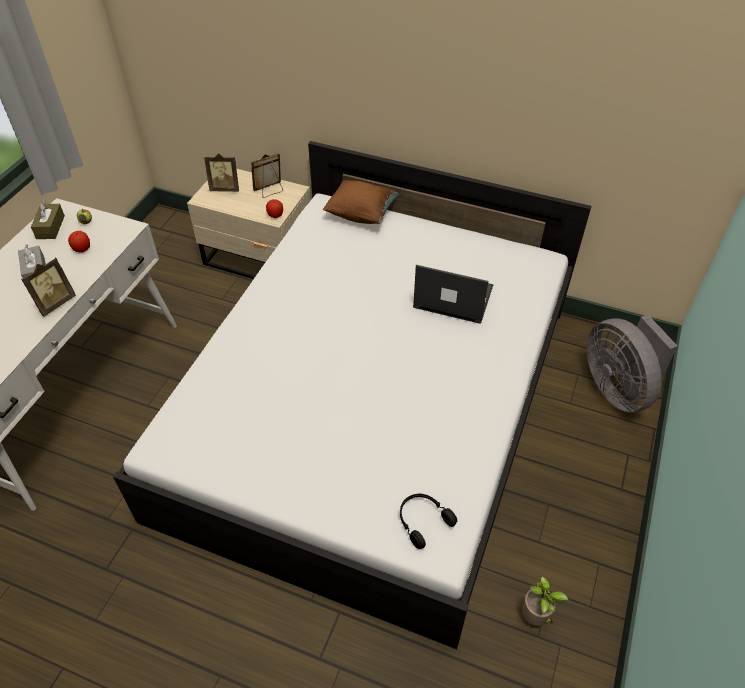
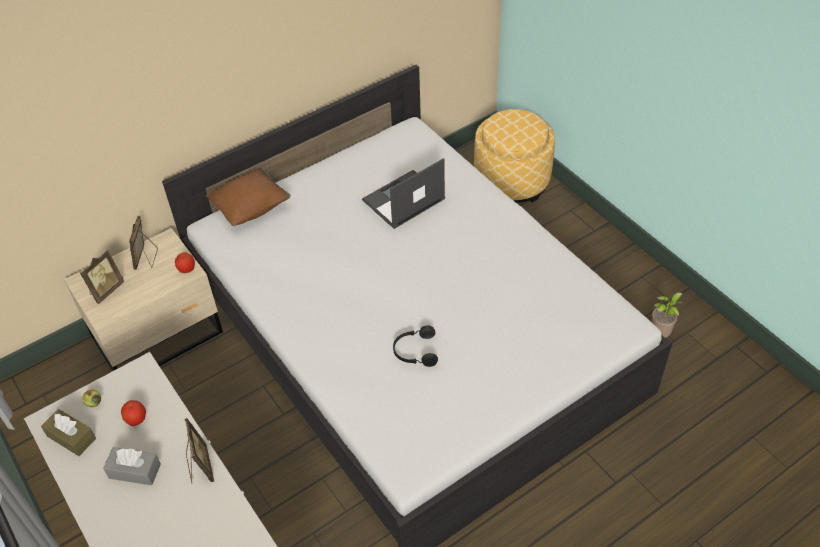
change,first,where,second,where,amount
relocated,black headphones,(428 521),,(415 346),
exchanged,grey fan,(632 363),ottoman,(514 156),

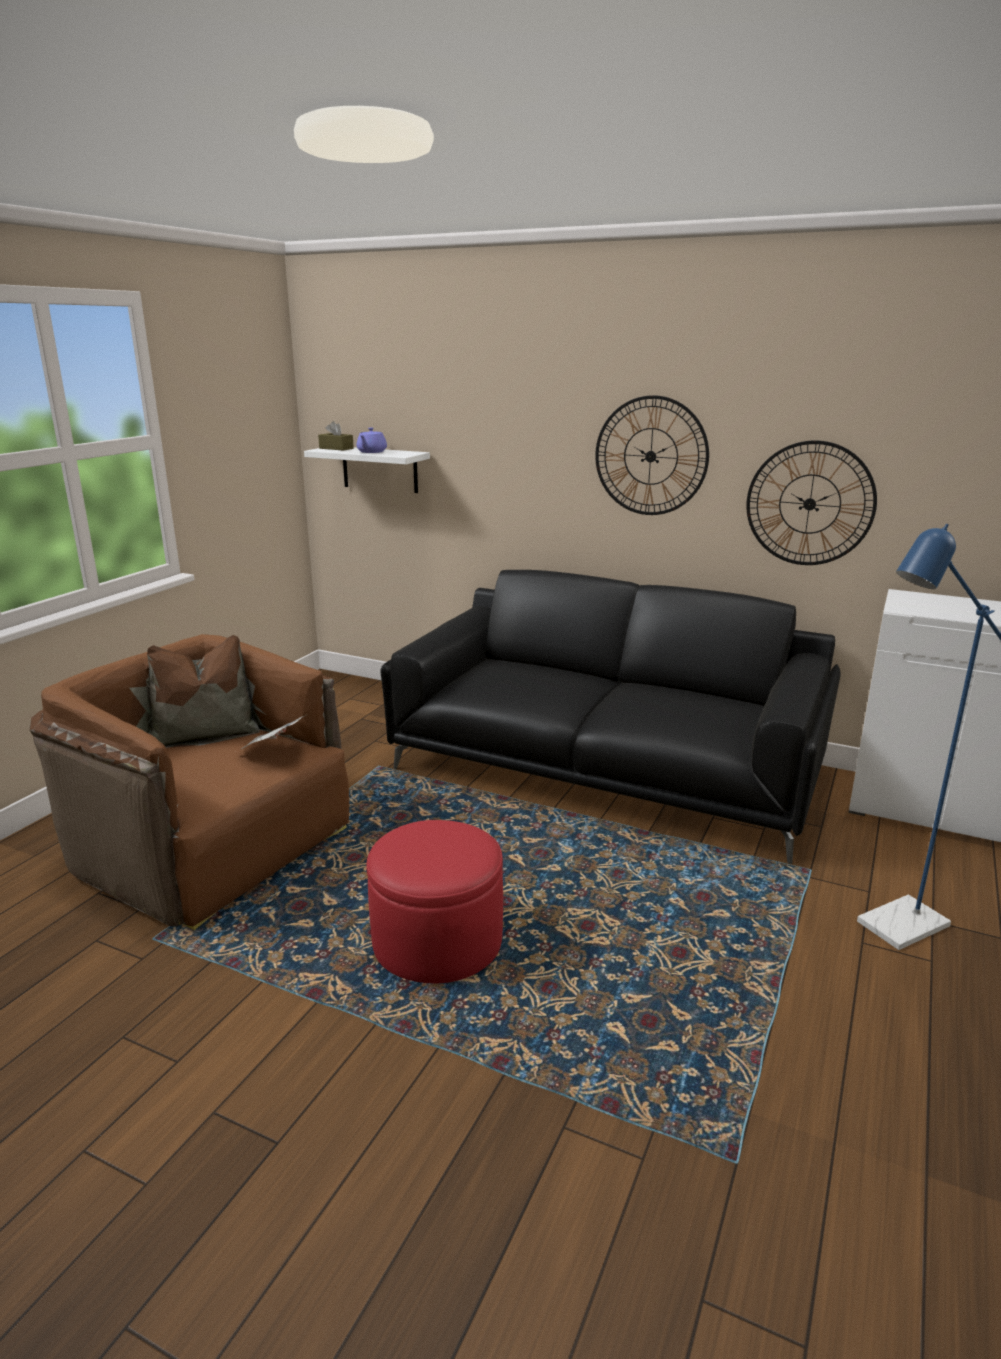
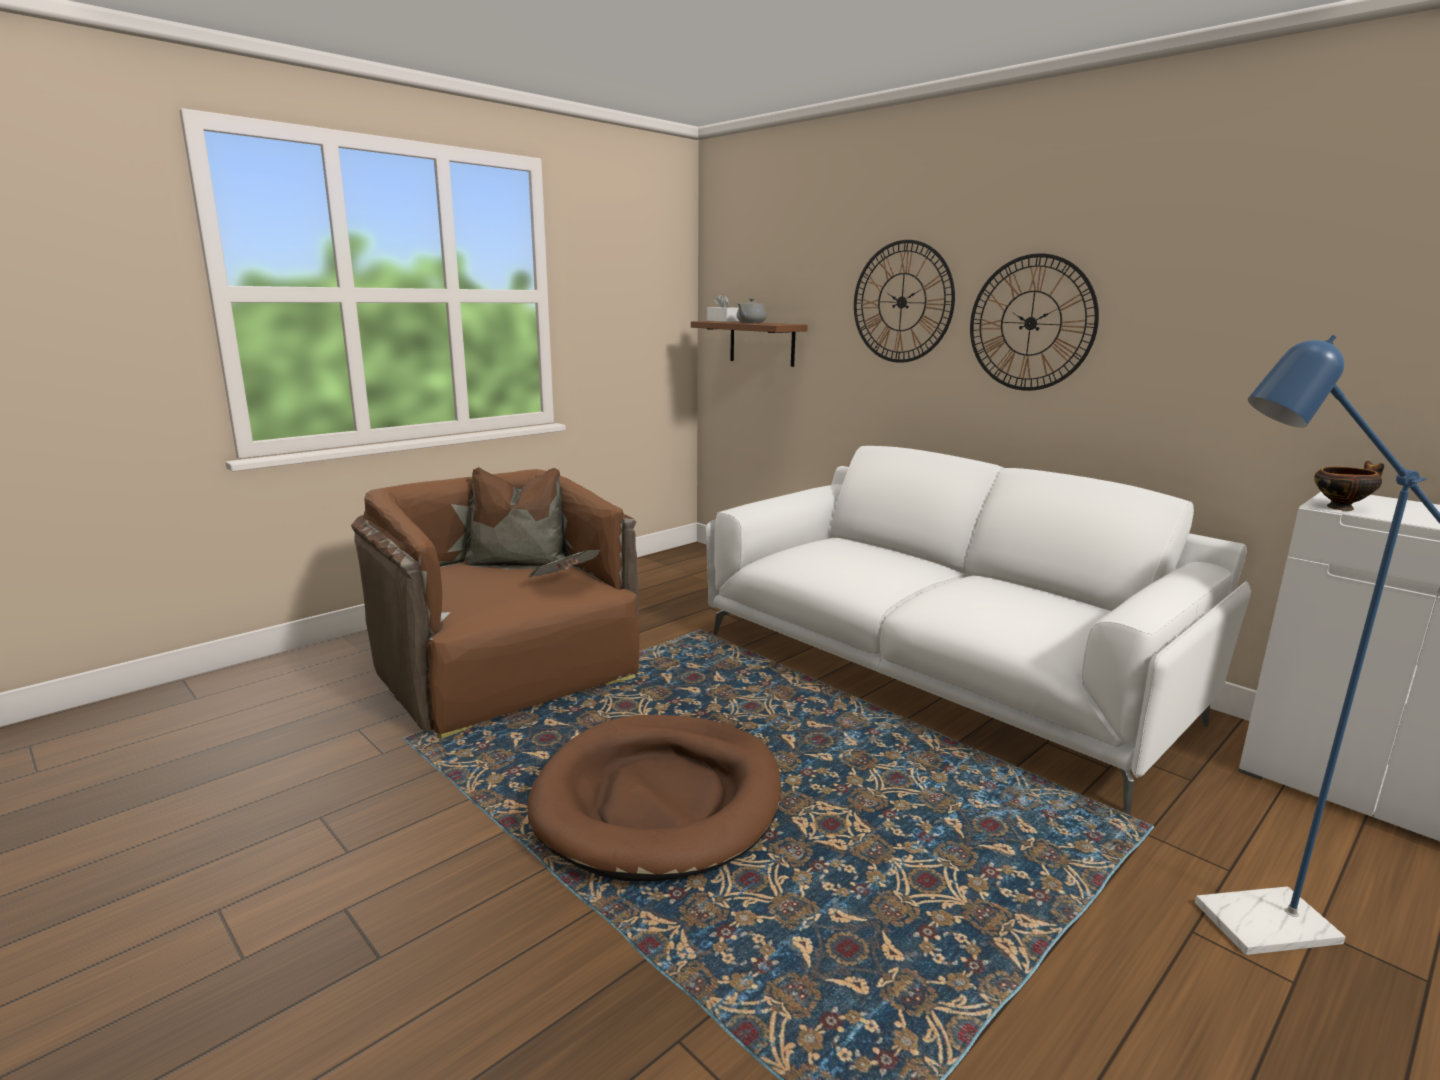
change,first,where,second,where,amount
appeared,,,bowl,(1349 486),
relocated,wall clock,(811 503),,(904 301),
exchanged,red ottoman,(434 901),brown dog bed,(654 798),
colour,white shelf,(367 470),brown shelf,(749 344),
colour,brown tissue box,(336 436),white tissue box,(723 308),
colour,purple teapot,(371 440),grey teapot,(752 310),
colour,black sofa,(610 717),white sofa,(978 630),

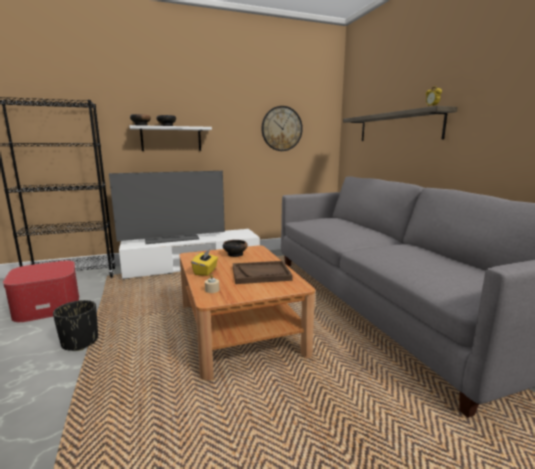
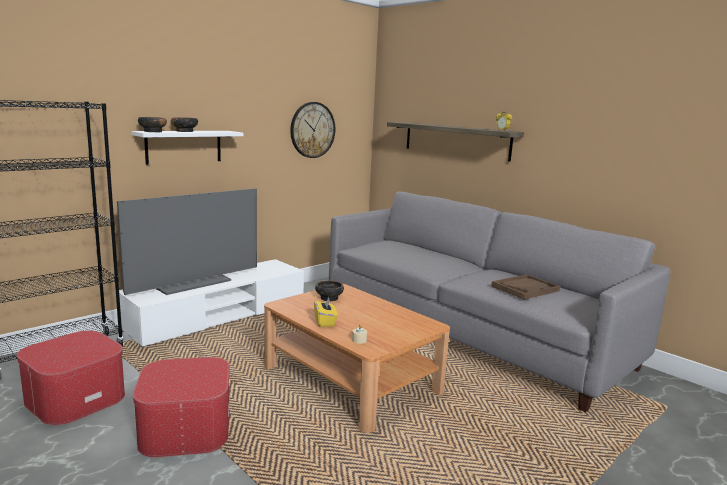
change,first,where,second,where,amount
relocated,brown tray,(263 272),,(525 287),
exchanged,black planter,(75 325),ottoman,(181 407),

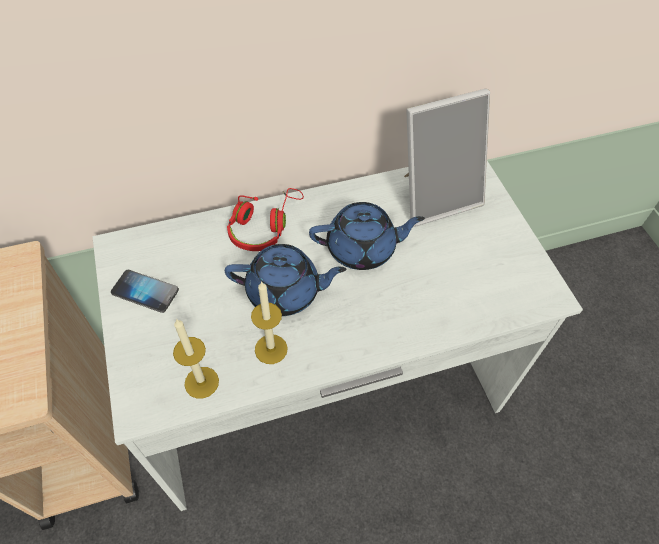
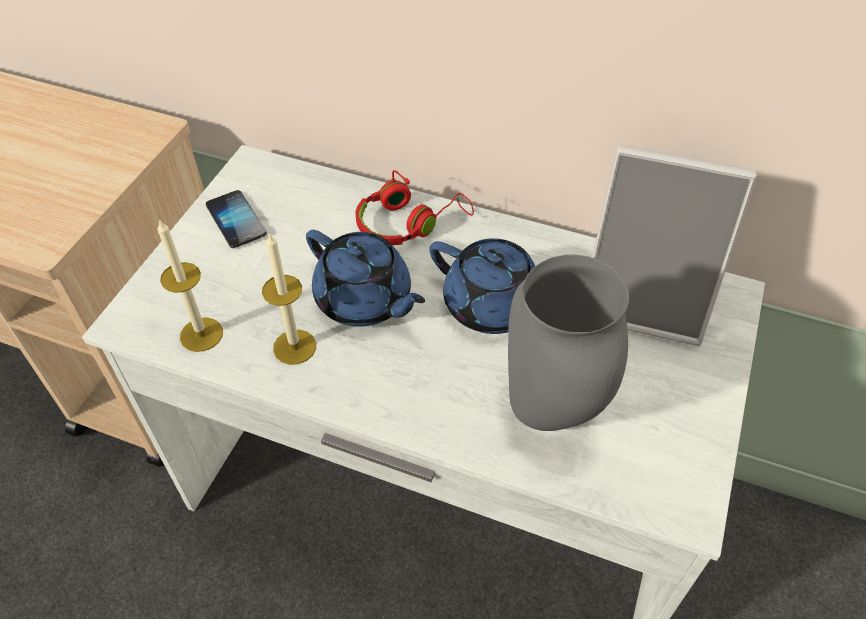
change,first,where,second,where,amount
appeared,,,grey vase,(568 343),

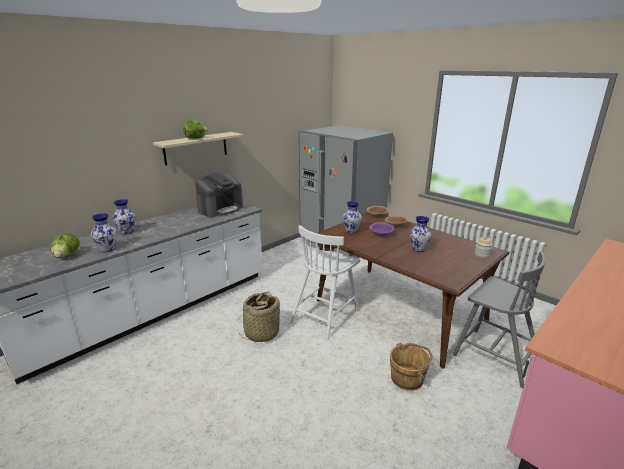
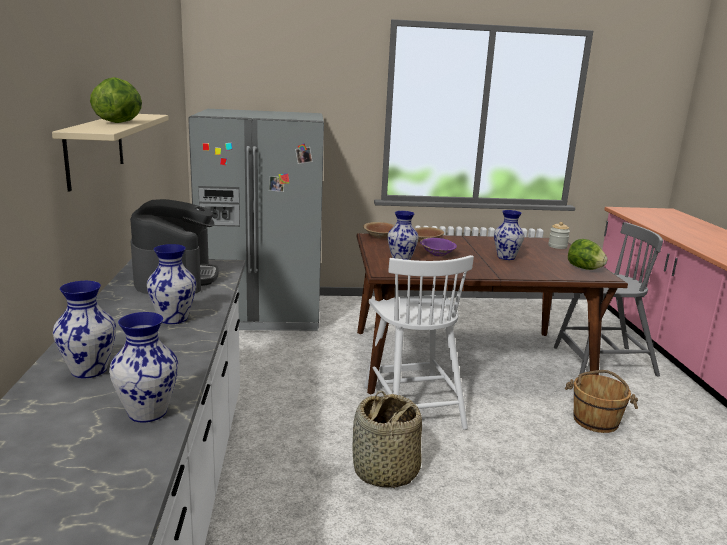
change,first,where,second,where,amount
appeared,,,vase,(171 284),
relocated,lettuce,(65 246),,(588 254),

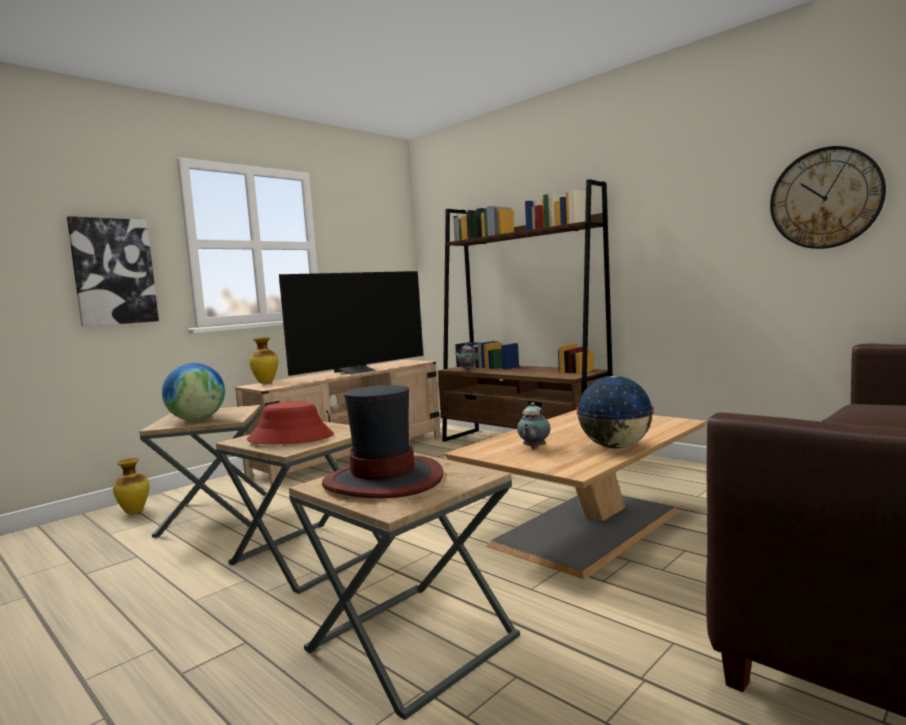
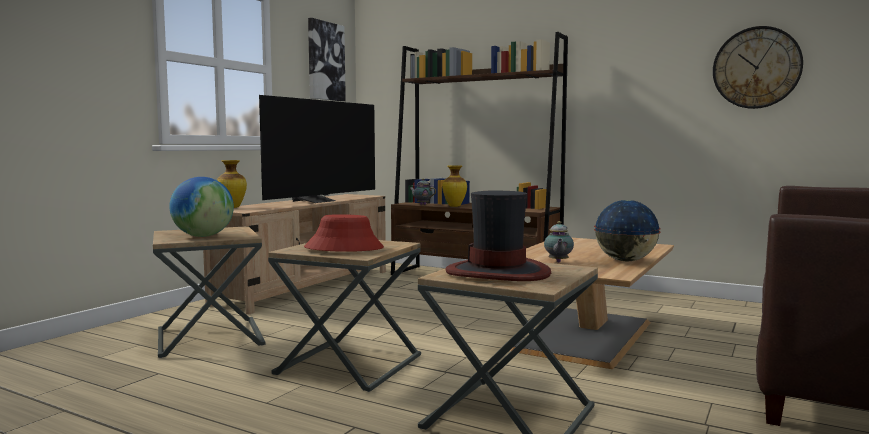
change,first,where,second,where,amount
relocated,picture,(113 271),,(327 59),
relocated,vase,(131 486),,(454 186),

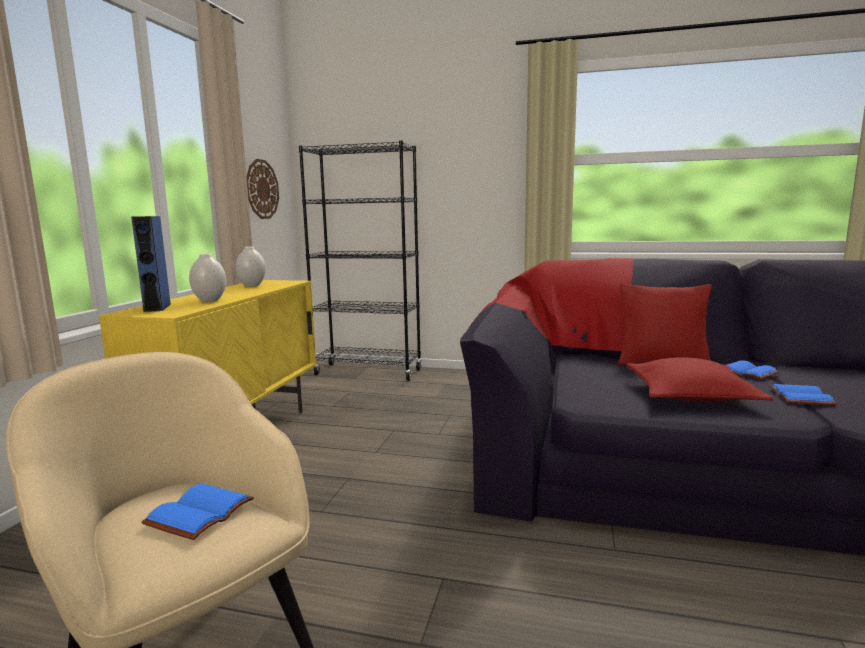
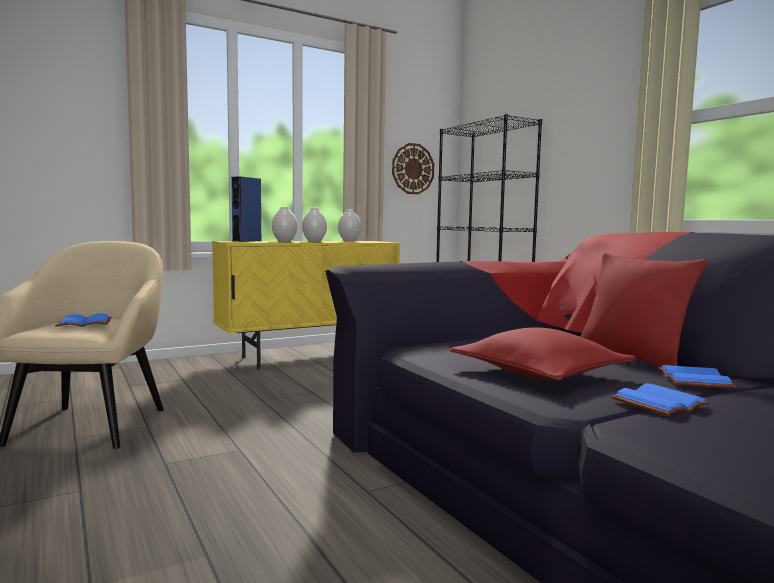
change,first,where,second,where,amount
appeared,,,white vase,(314 225),

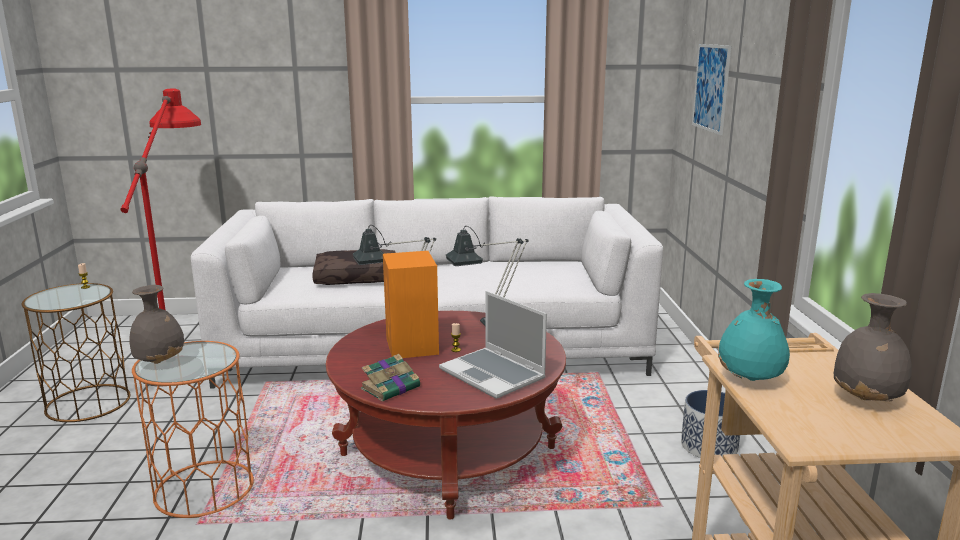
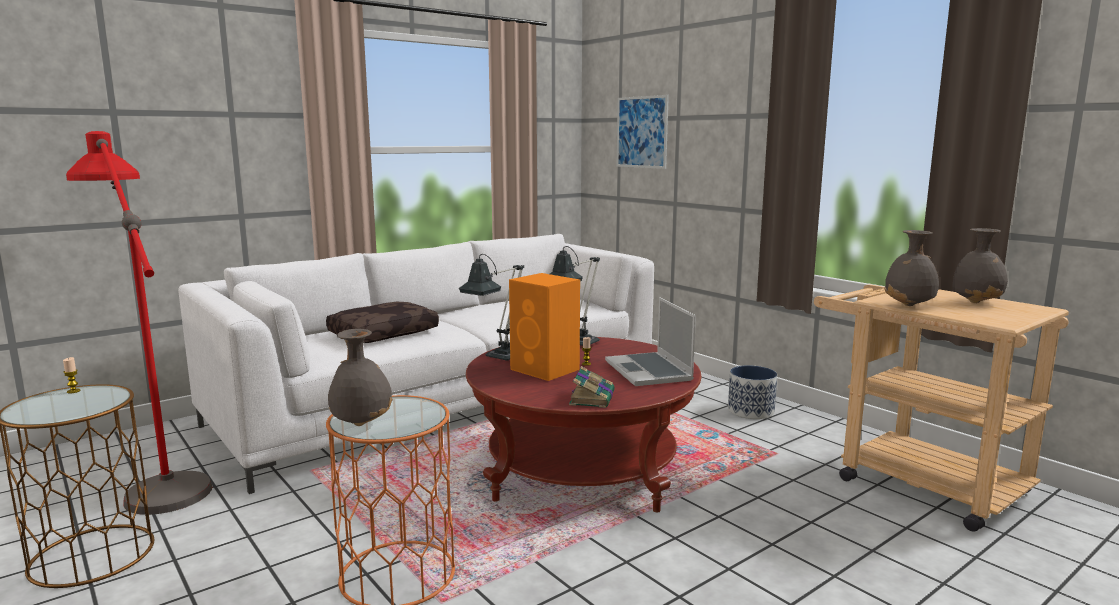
change,first,where,second,where,amount
colour,turquoise vase,(754 330),grey vase,(911 268),
spun,laptop,(493 345),,(650 341),60 degrees clockwise

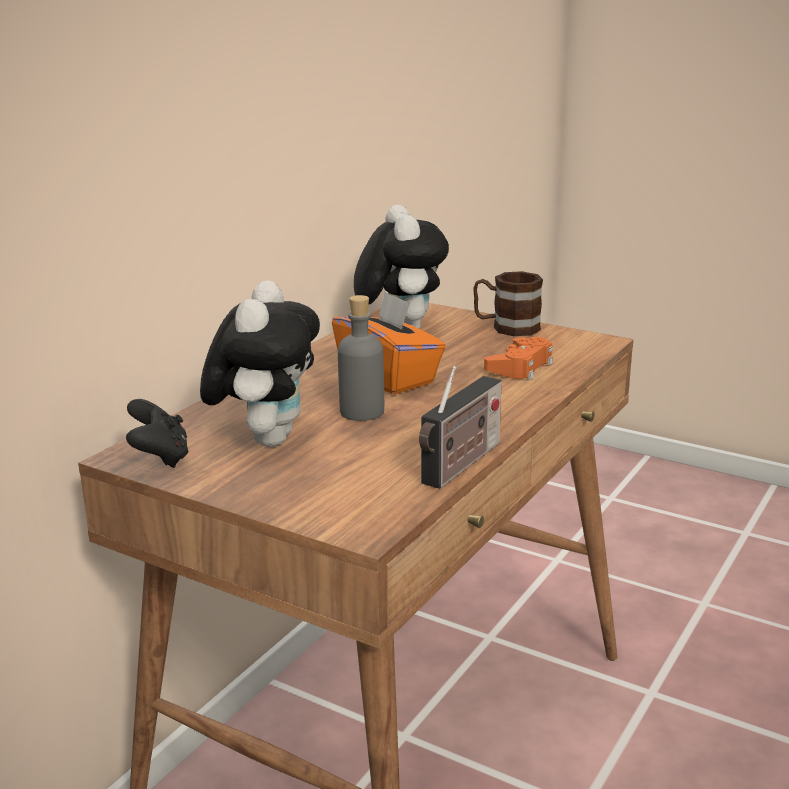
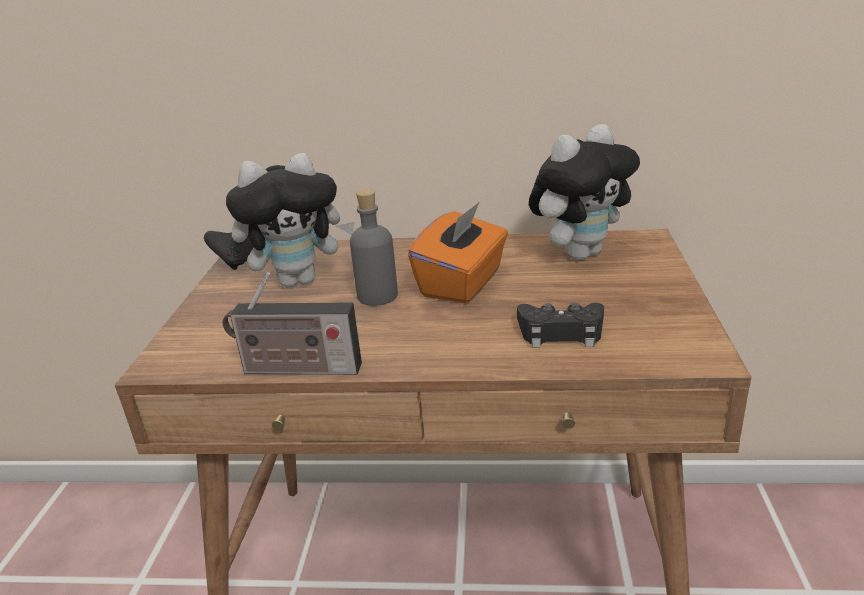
change,first,where,second,where,amount
missing,brown mug,(508 303),,,
colour,orange game controller,(518 358),black game controller,(560 325),

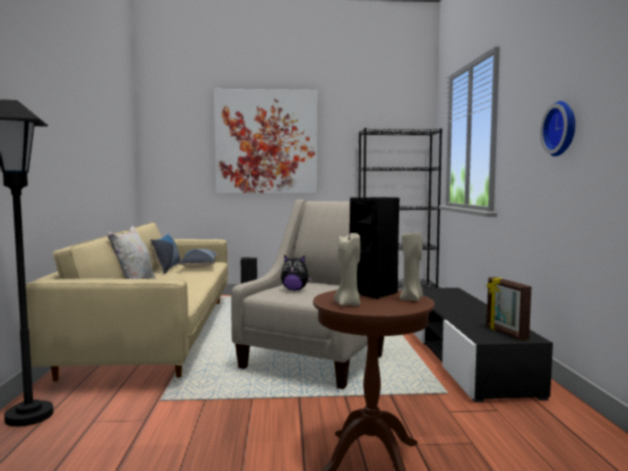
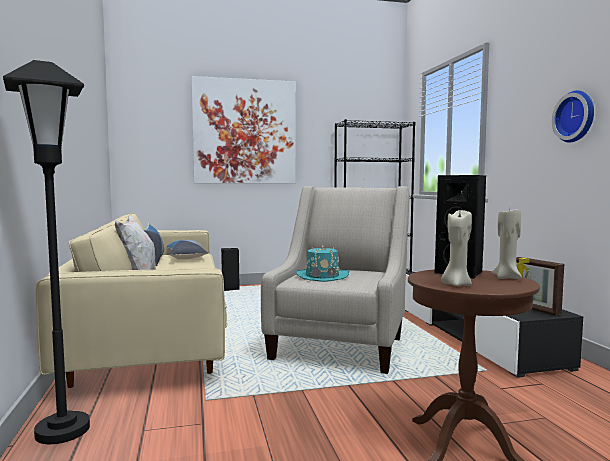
change,first,where,second,where,amount
exchanged,plush toy,(296 272),turquoise hat,(322 263),

